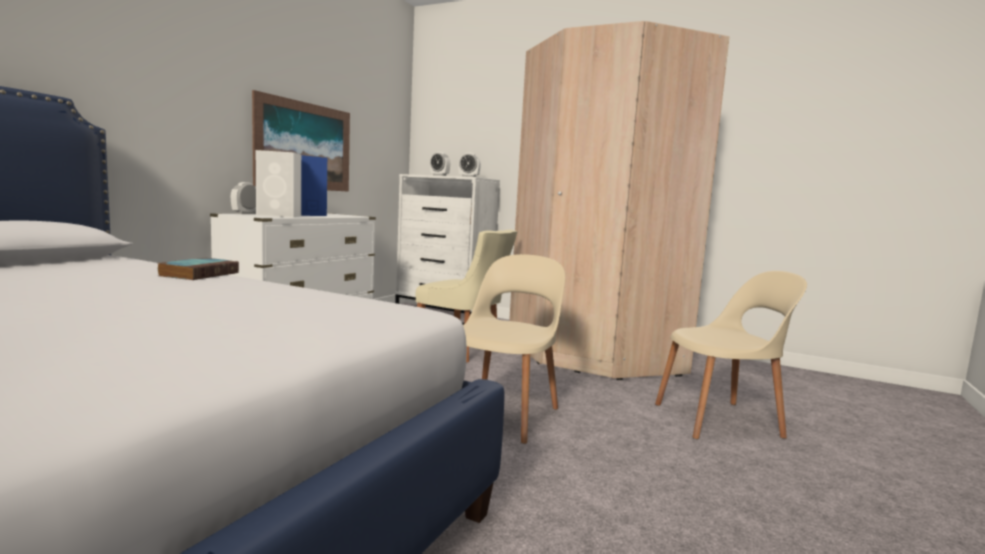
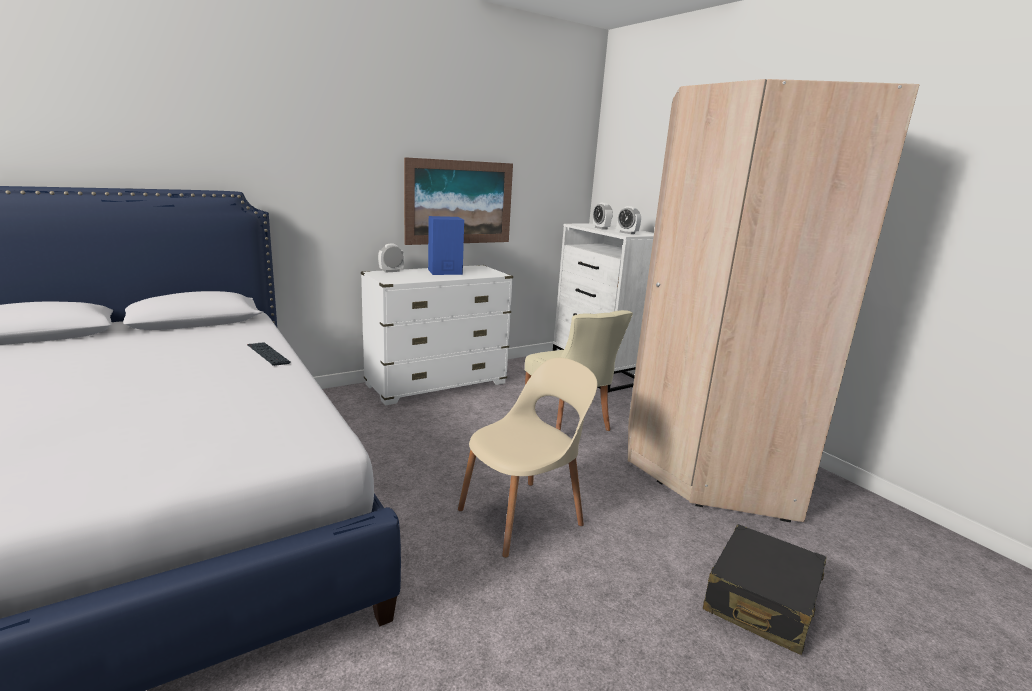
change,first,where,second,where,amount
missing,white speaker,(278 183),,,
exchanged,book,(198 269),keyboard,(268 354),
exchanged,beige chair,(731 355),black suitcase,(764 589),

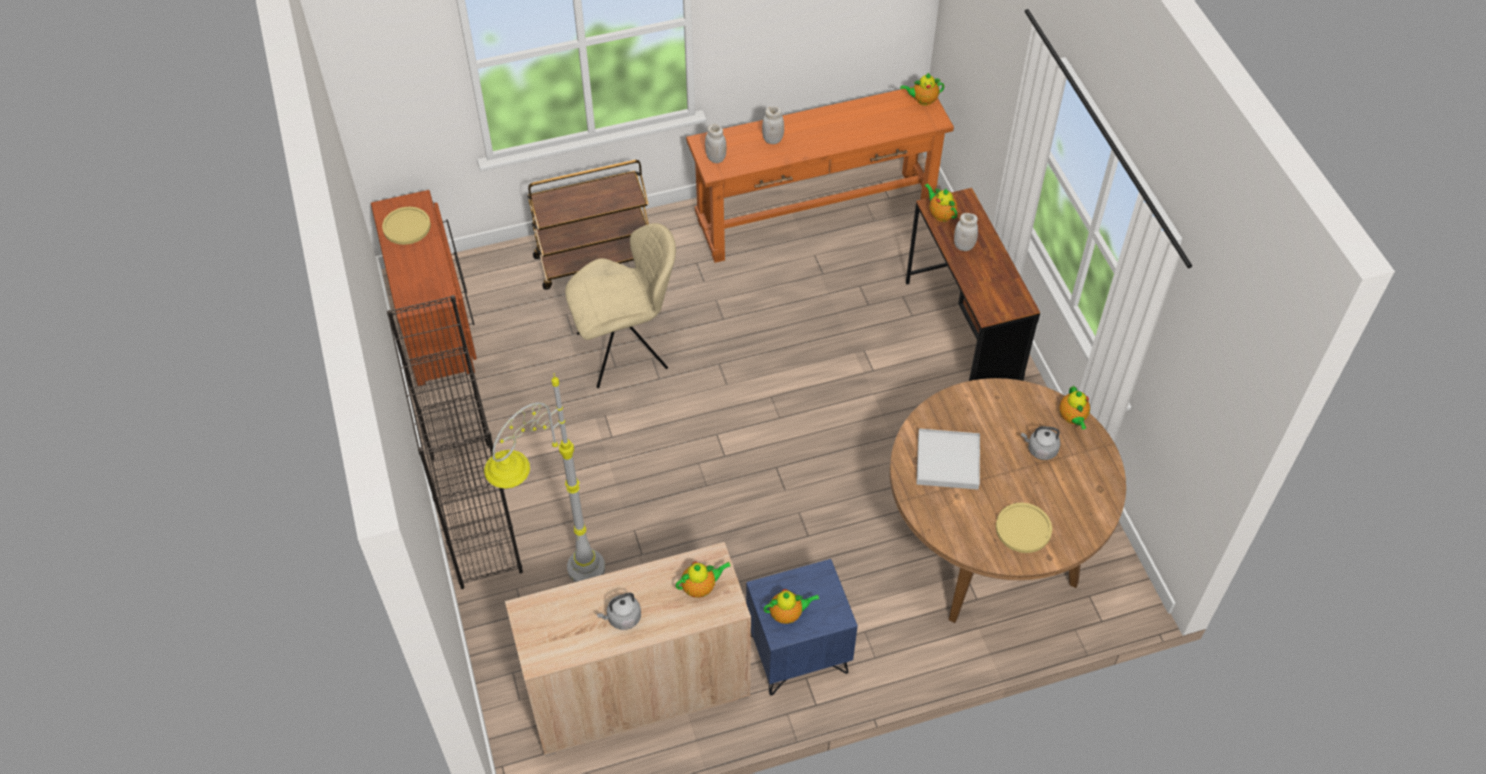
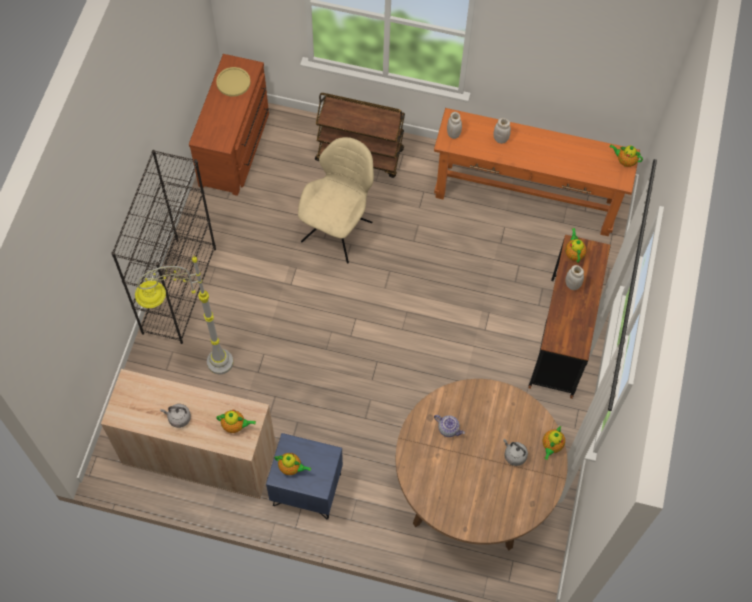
change,first,where,second,where,amount
missing,yellow plate,(1024 528),,,
exchanged,white tray,(948 459),teapot,(449 426),
spun,beige chair,(620 305),,(336 200),75 degrees counterclockwise

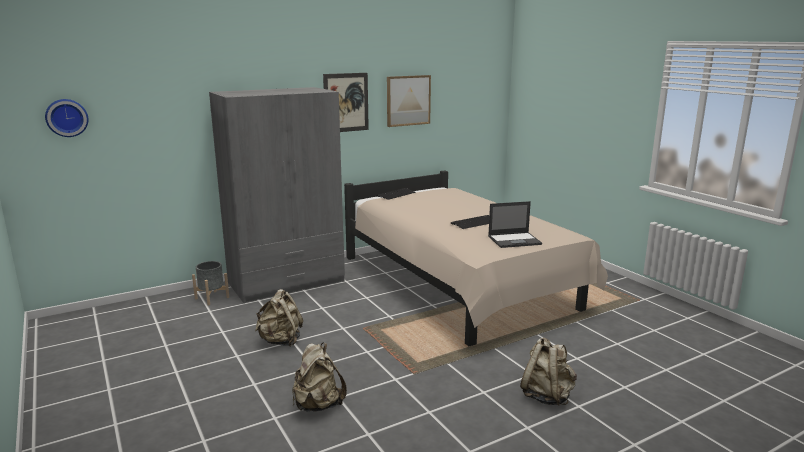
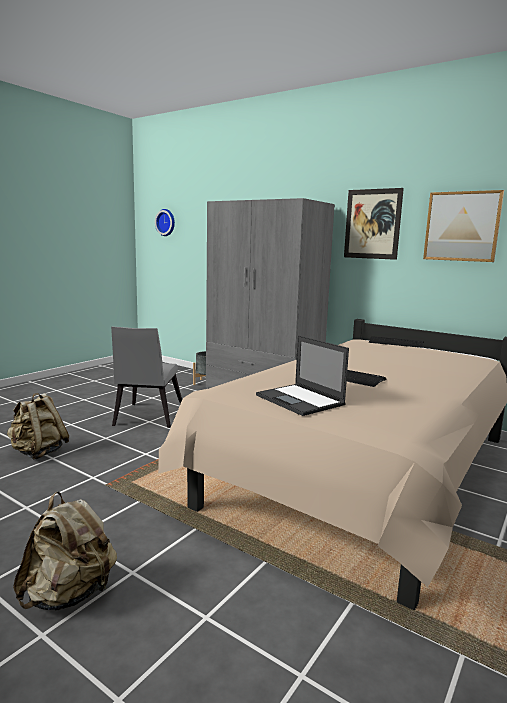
change,first,where,second,where,amount
exchanged,beige backpack,(279 317),grey chair,(146 377),

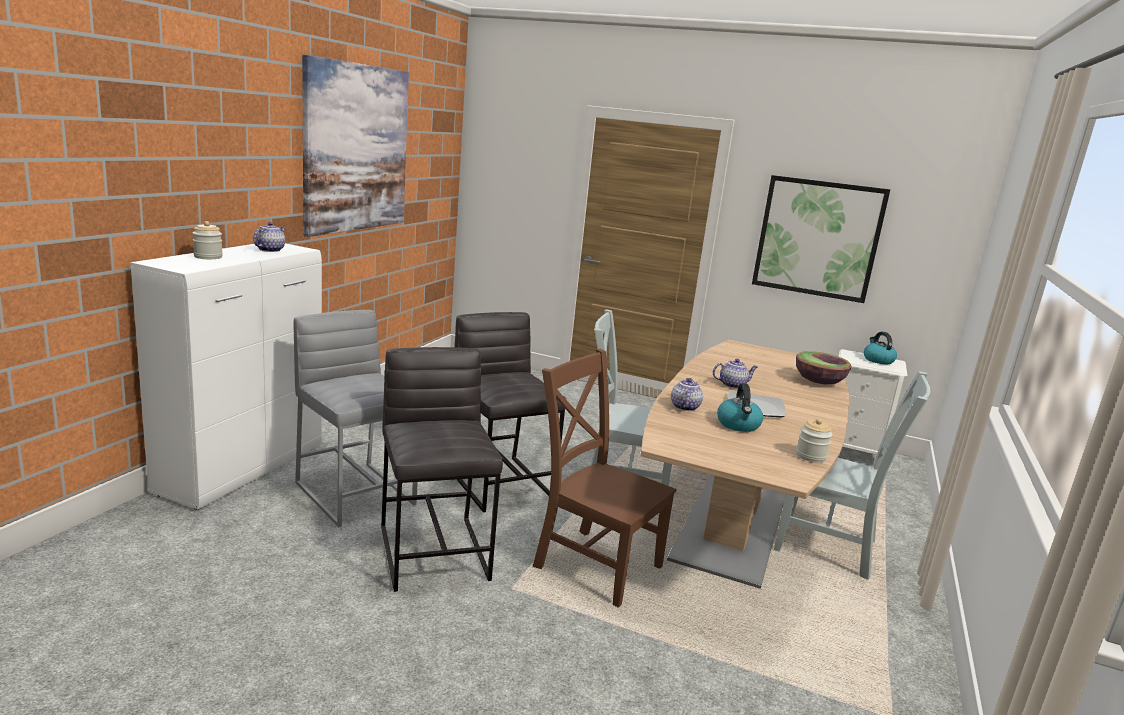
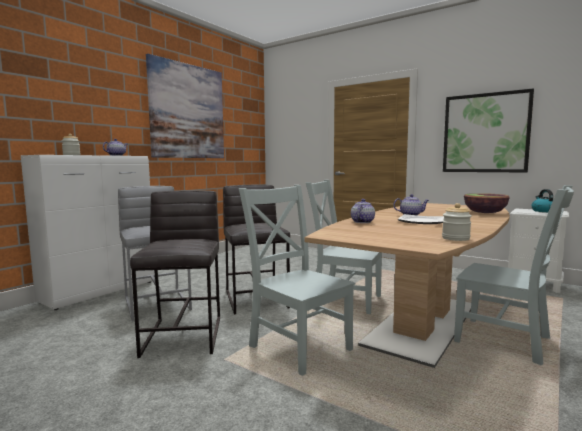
change,first,where,second,where,amount
missing,kettle,(740 407),,,
colour,brown chair,(605 478),grey chair,(297 280),

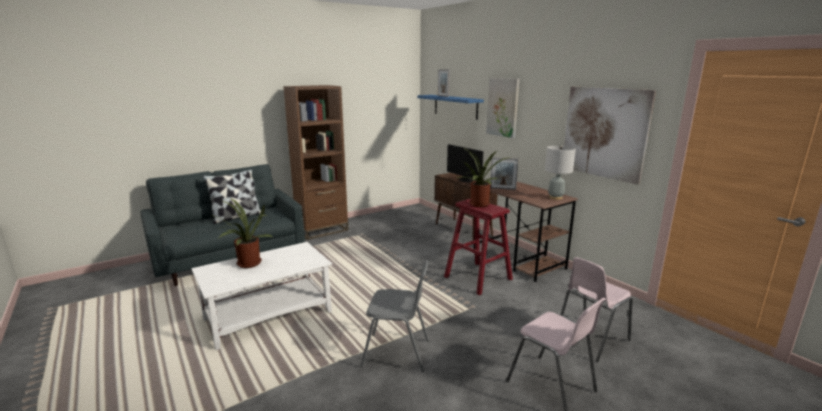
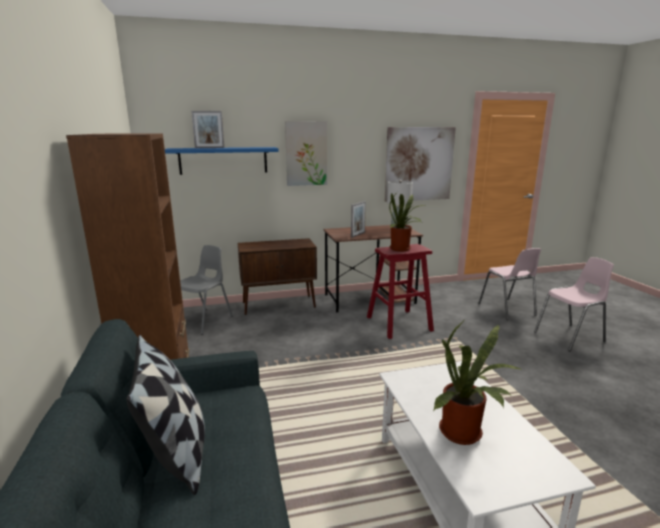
change,first,where,second,where,amount
missing,monitor,(465 163),,,
relocated,grey chair,(395 316),,(206 290),

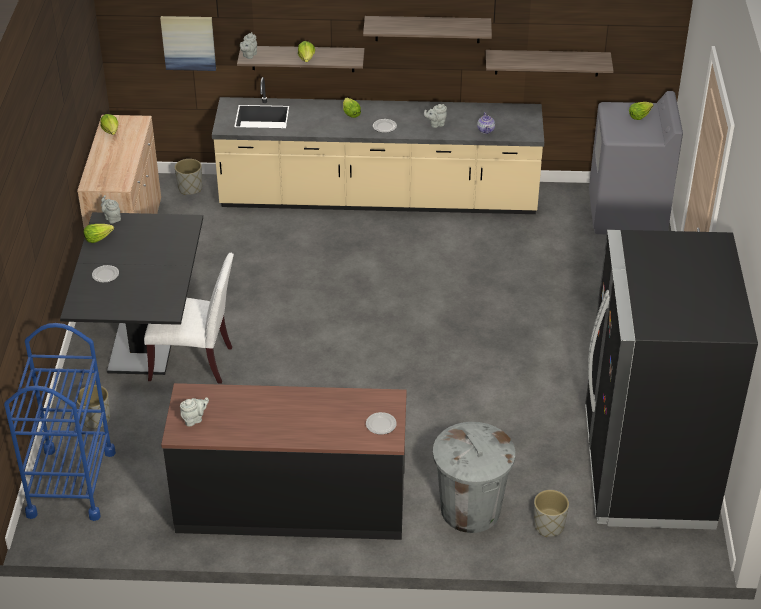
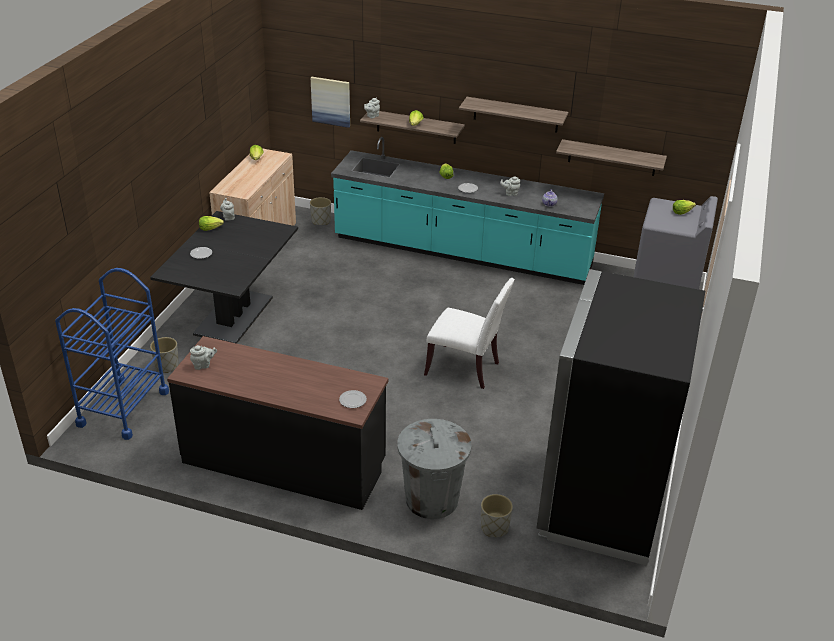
change,first,where,second,where,amount
relocated,white chair,(189 318),,(469 333),
colour,beige counter,(378 145),turquoise counter,(467 211),

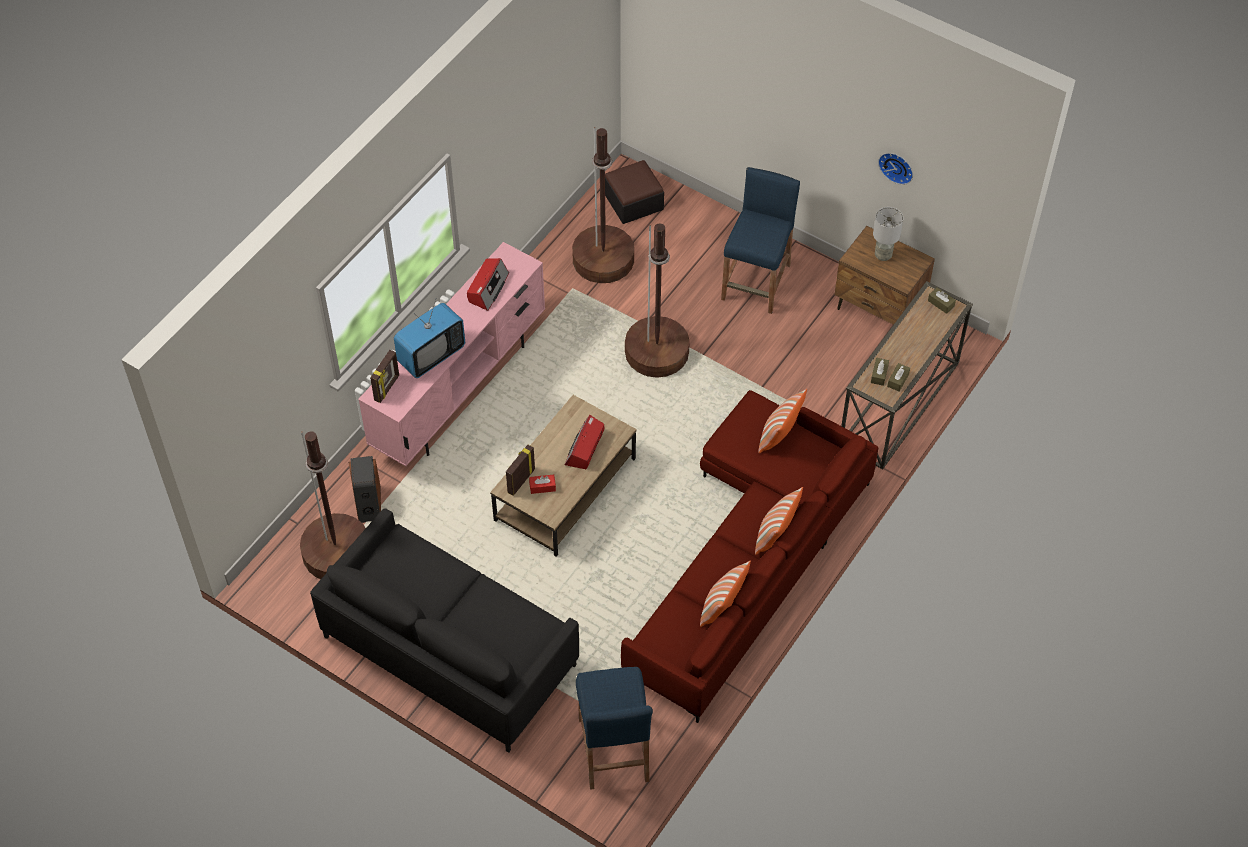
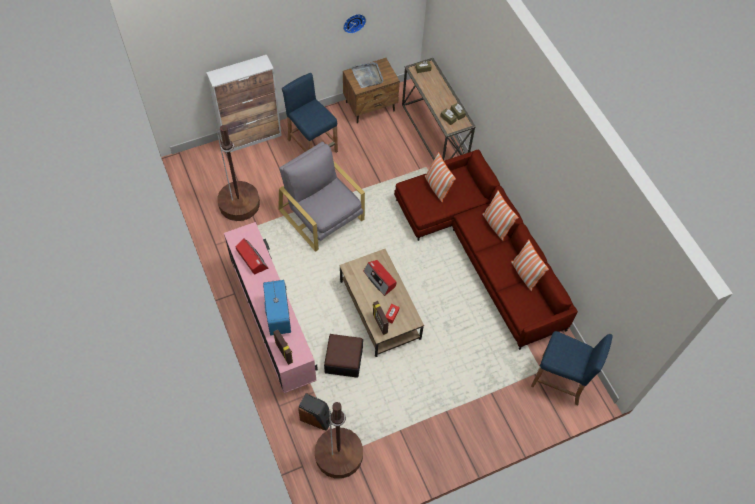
change,first,where,second,where,amount
missing,black sofa,(444 630),,,
appeared,,,cabinet,(244 104),
relocated,ottoman,(634 192),,(343 356),
exchanged,brown floor lamp,(657 300),grey armchair,(321 197),
exchanged,grey table lamp,(888 234),grey tray,(367 75),

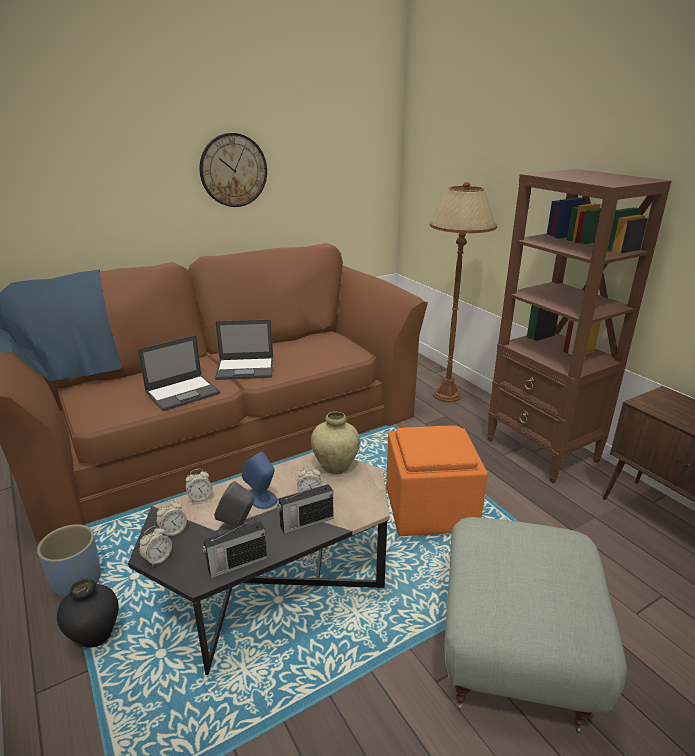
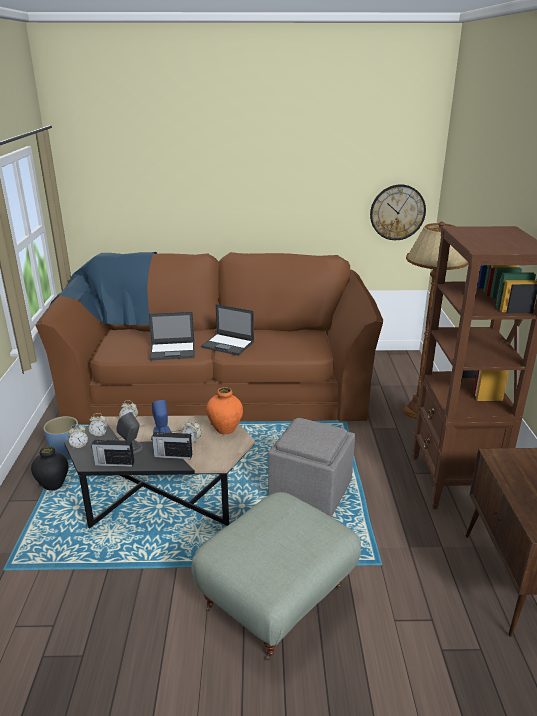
change,first,where,second,where,amount
relocated,wall clock,(233 170),,(398 212),
colour,beige vase,(335 443),orange vase,(224 411),
colour,orange ottoman,(437 481),grey ottoman,(311 467),

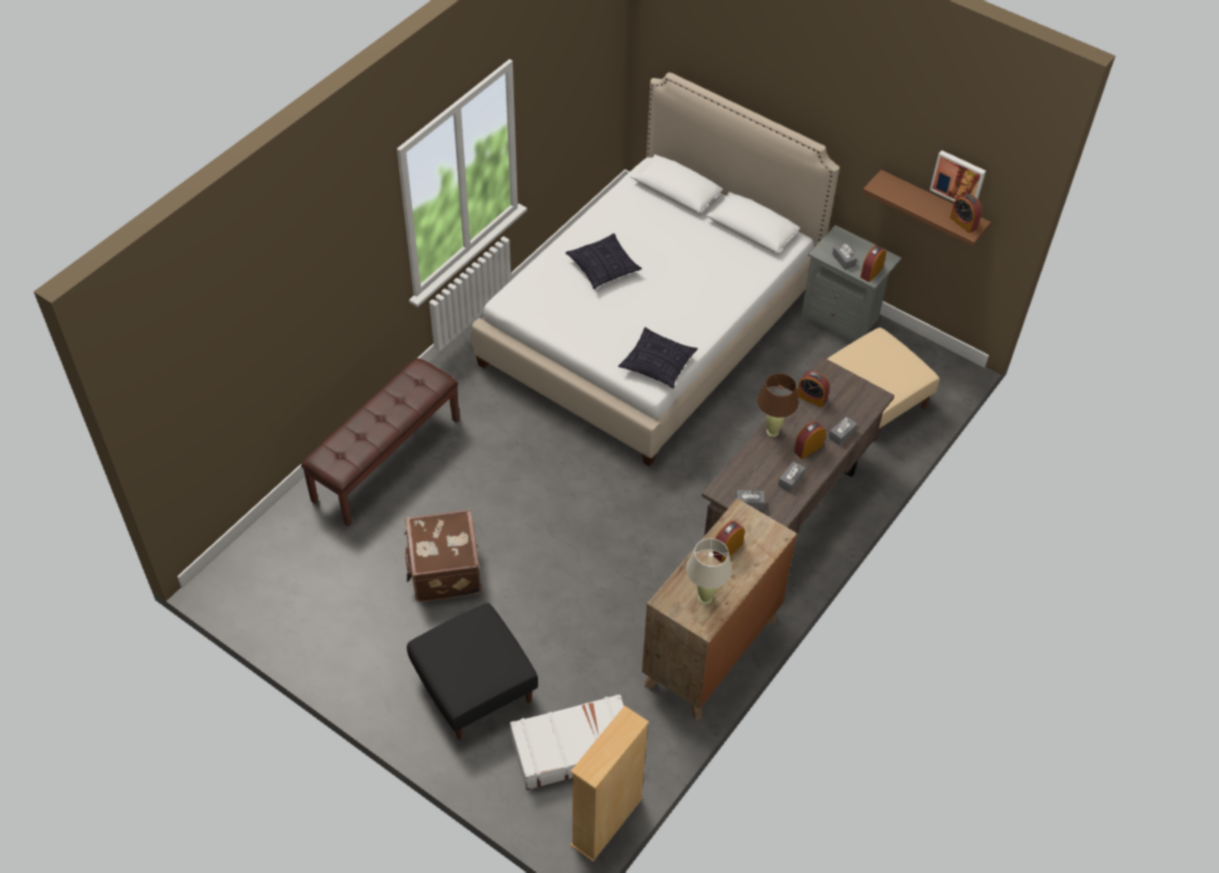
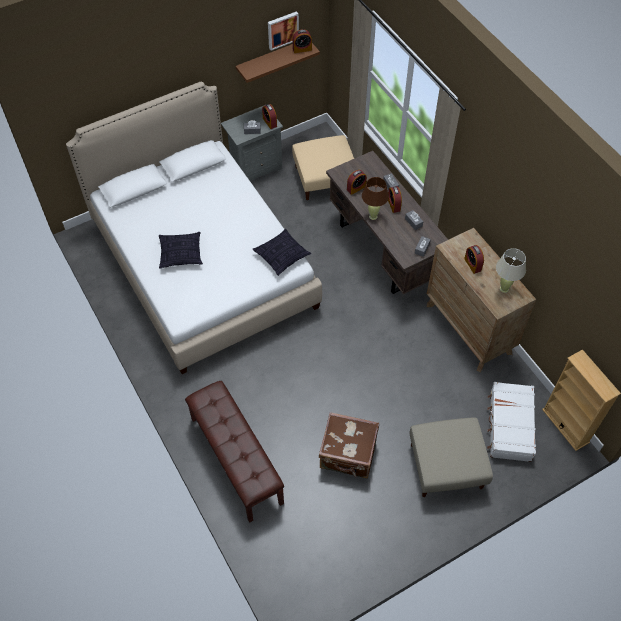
change,first,where,second,where,amount
colour,black ottoman,(472 671),beige ottoman,(451 457),

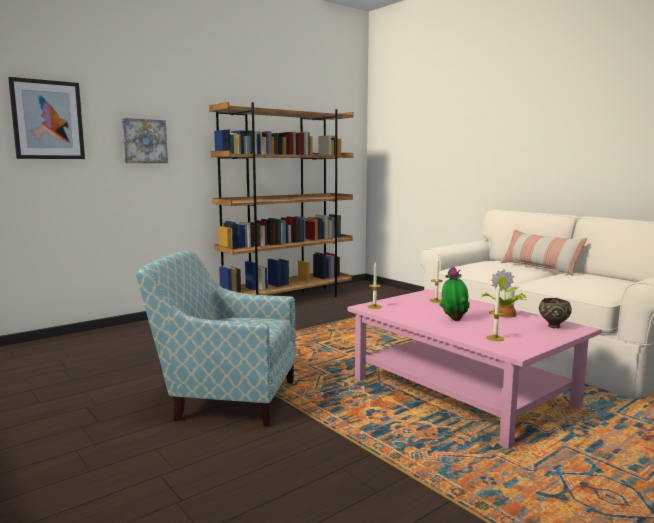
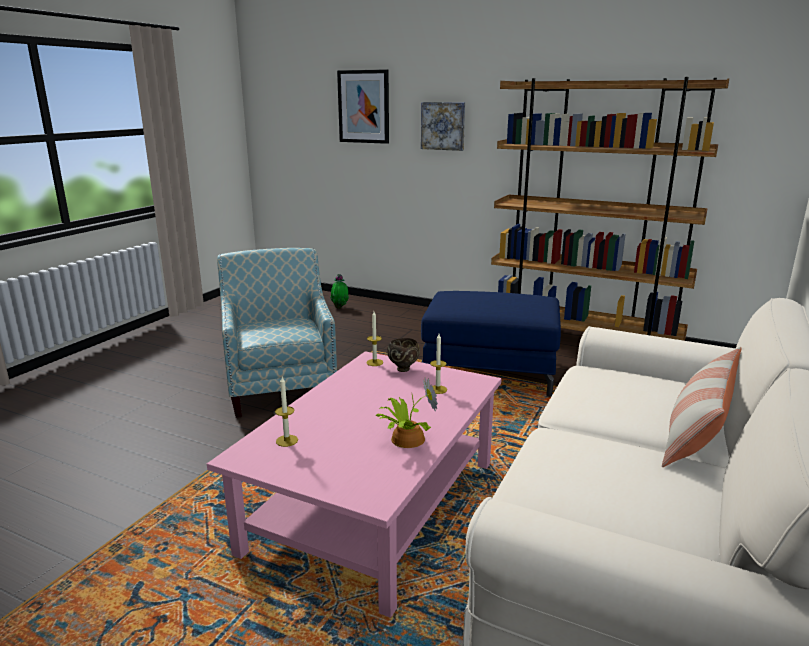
change,first,where,second,where,amount
appeared,,,blue ottoman,(491 344),
relocated,potted plant,(454 294),,(339 291),
relocated,brown bowl,(555 313),,(403 355),

